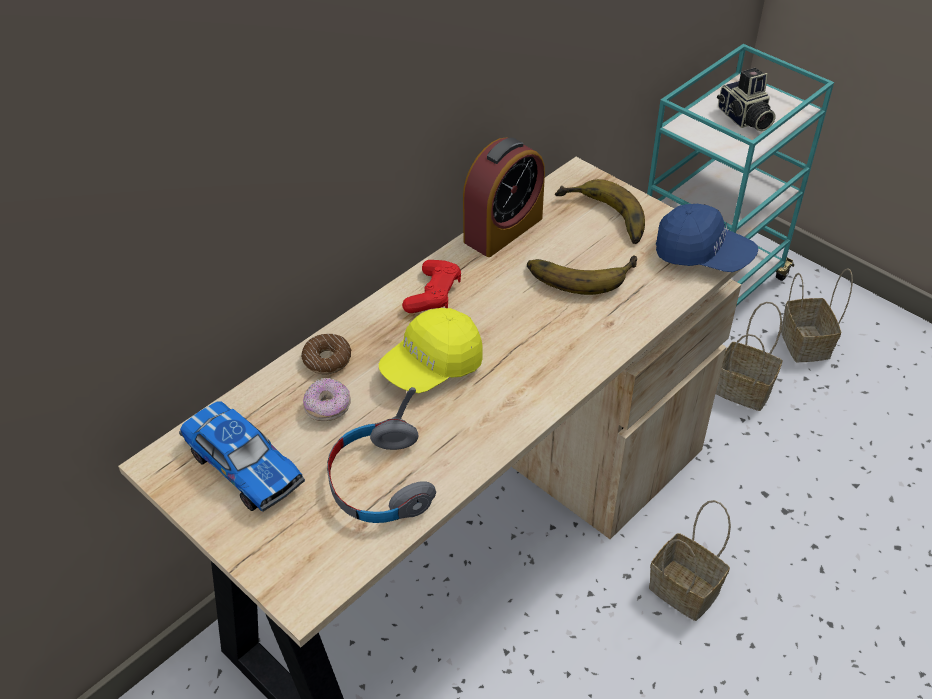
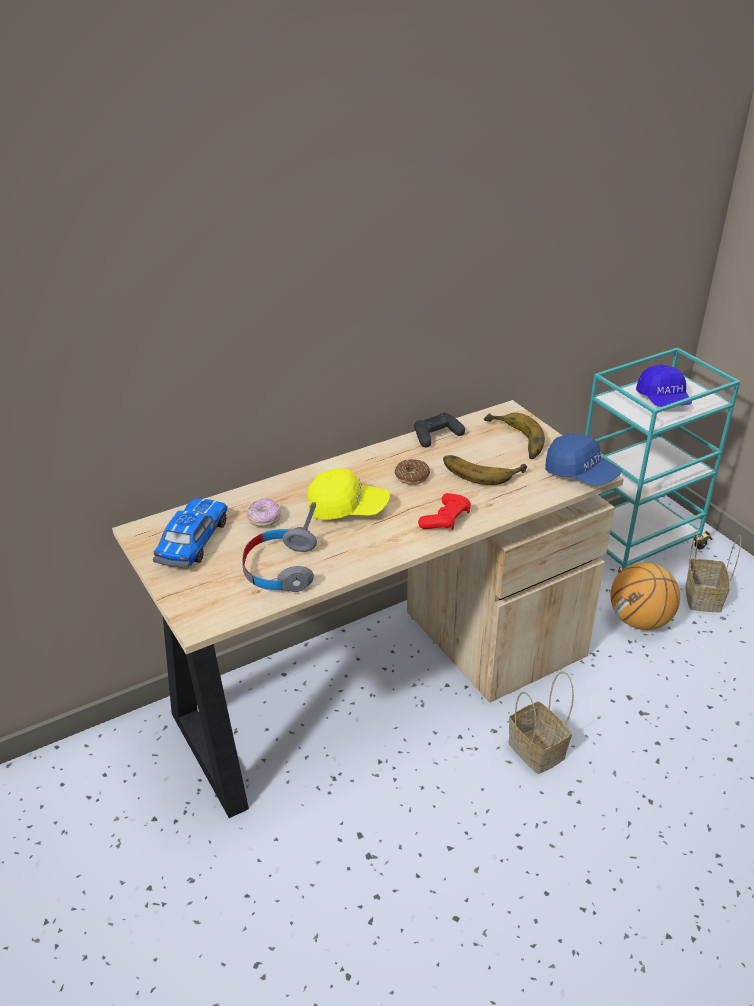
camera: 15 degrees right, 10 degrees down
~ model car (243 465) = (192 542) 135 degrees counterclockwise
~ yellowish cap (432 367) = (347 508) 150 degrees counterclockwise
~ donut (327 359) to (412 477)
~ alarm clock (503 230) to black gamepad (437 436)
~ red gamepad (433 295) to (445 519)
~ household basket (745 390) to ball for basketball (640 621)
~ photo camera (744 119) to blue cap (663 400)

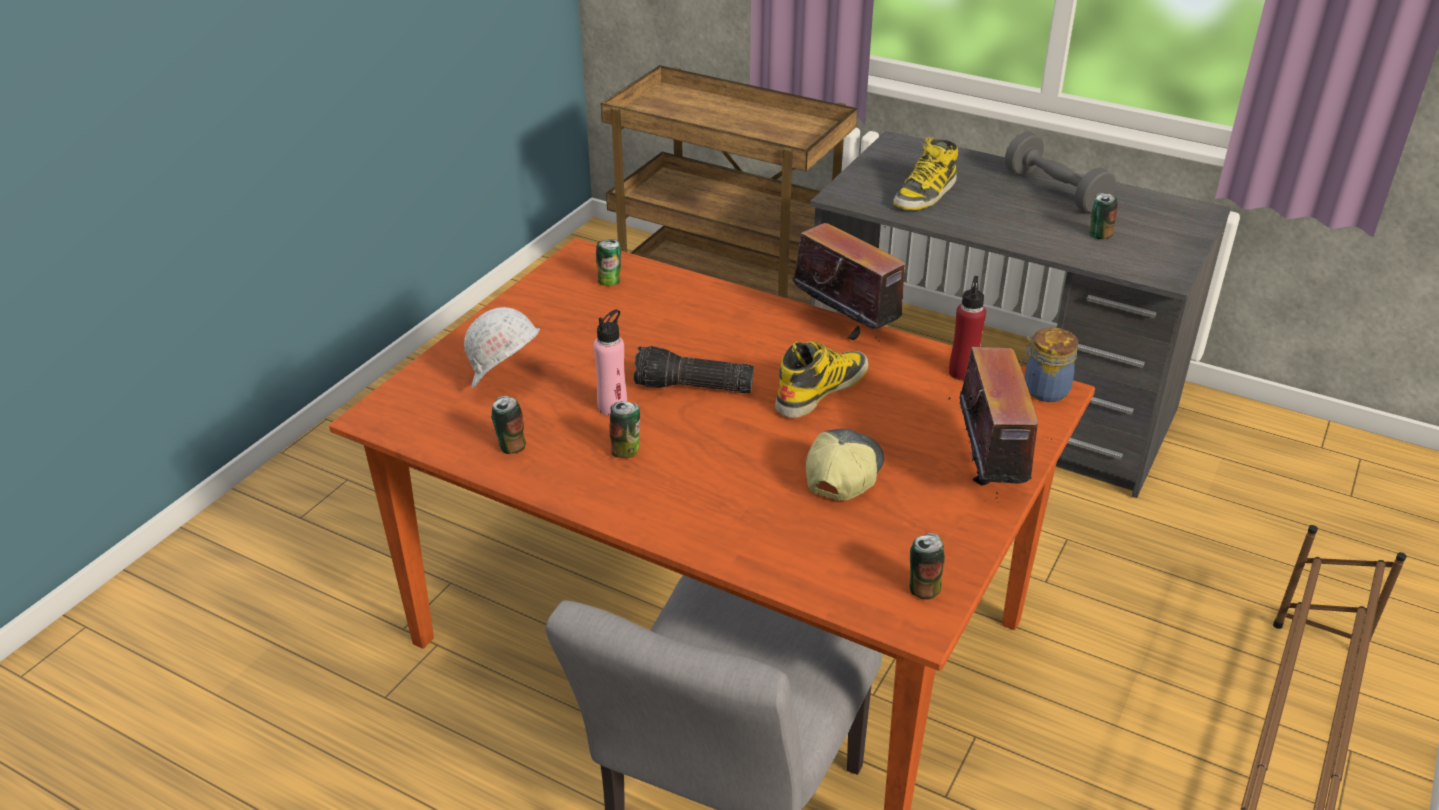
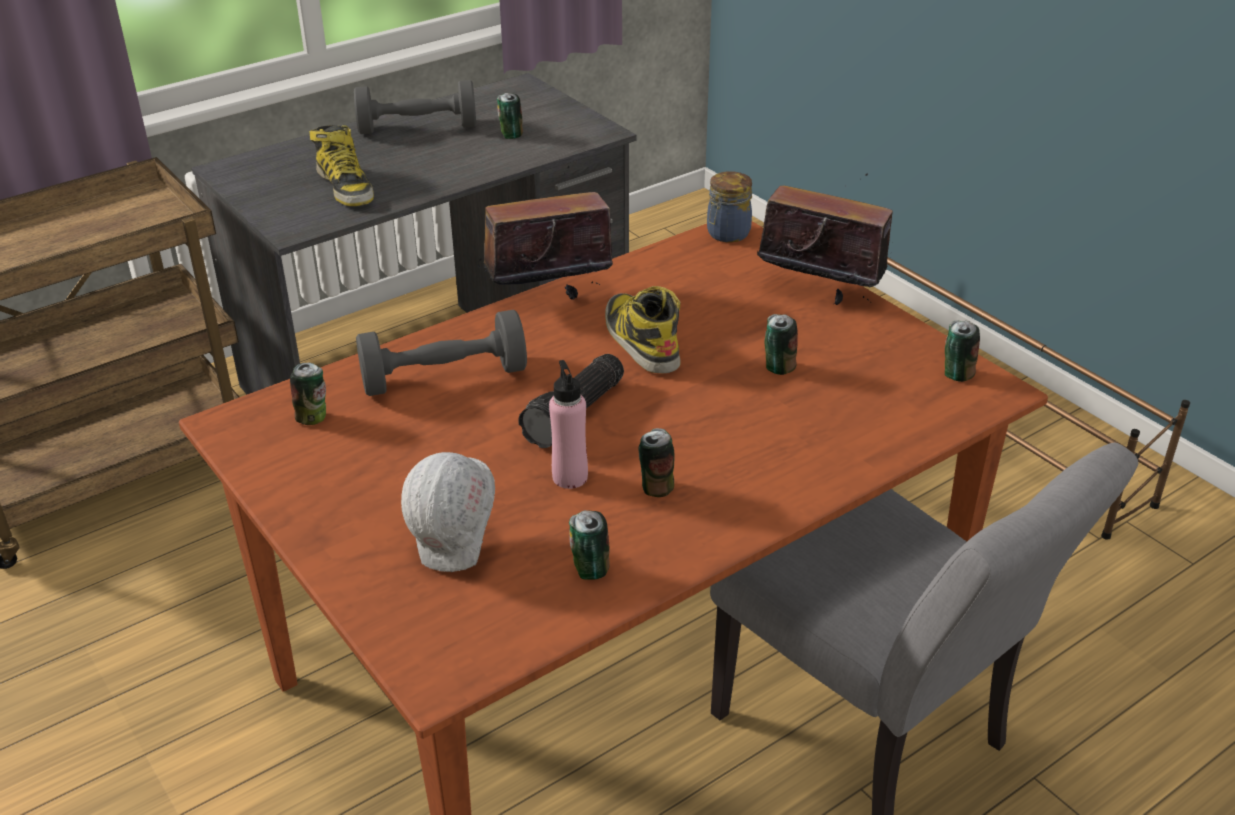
camera: 65 degrees left, 0 degrees up
+ gray hand weight (444 378)
~ cap (842 473) to metal can (778 367)
- red beverage bottle (963 372)

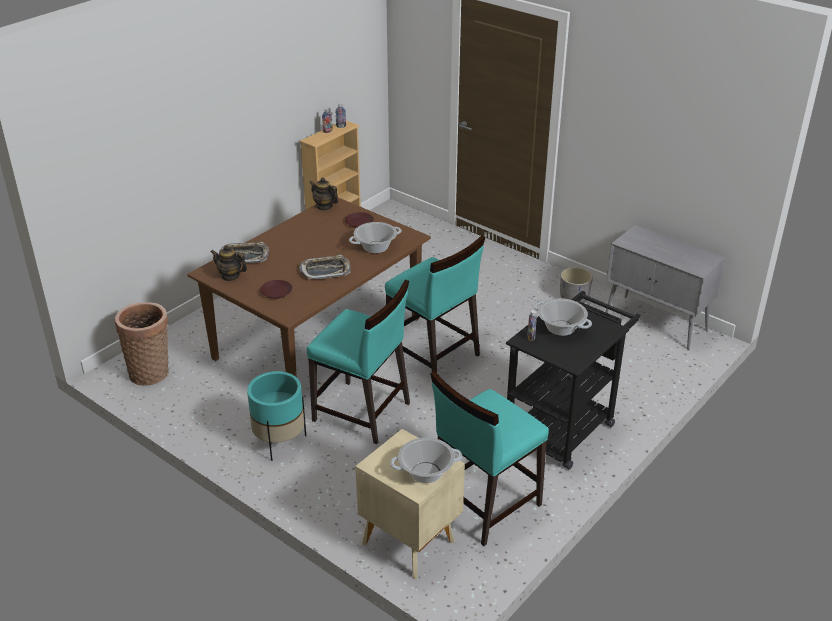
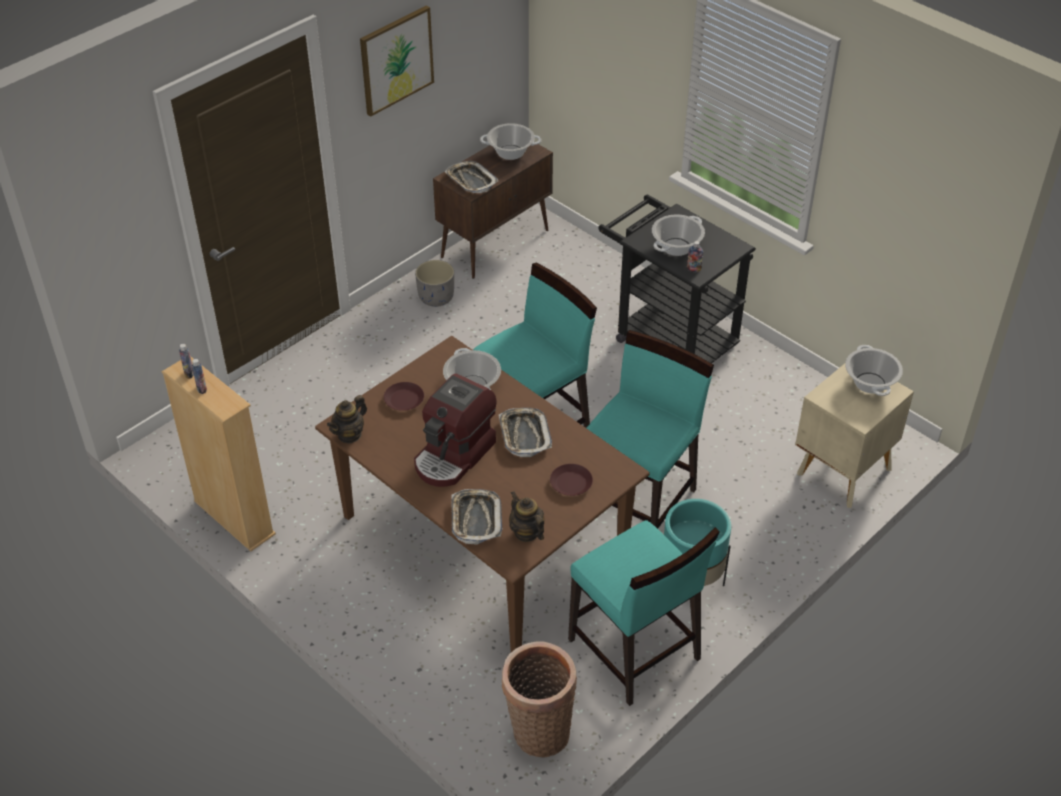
camera: 85 degrees left, 10 degrees up
+ wall art (396 60)
+ coffee brewer (454 456)
~ gray cabinet (656 323) to brown-coloured cabinet (496 243)
+ carrying tray (471 180)
+ cooking pot (510 152)
~ tea pot (230 276) = (526 532) 120 degrees clockwise
~ blue-green chair (484 503) to (634 650)

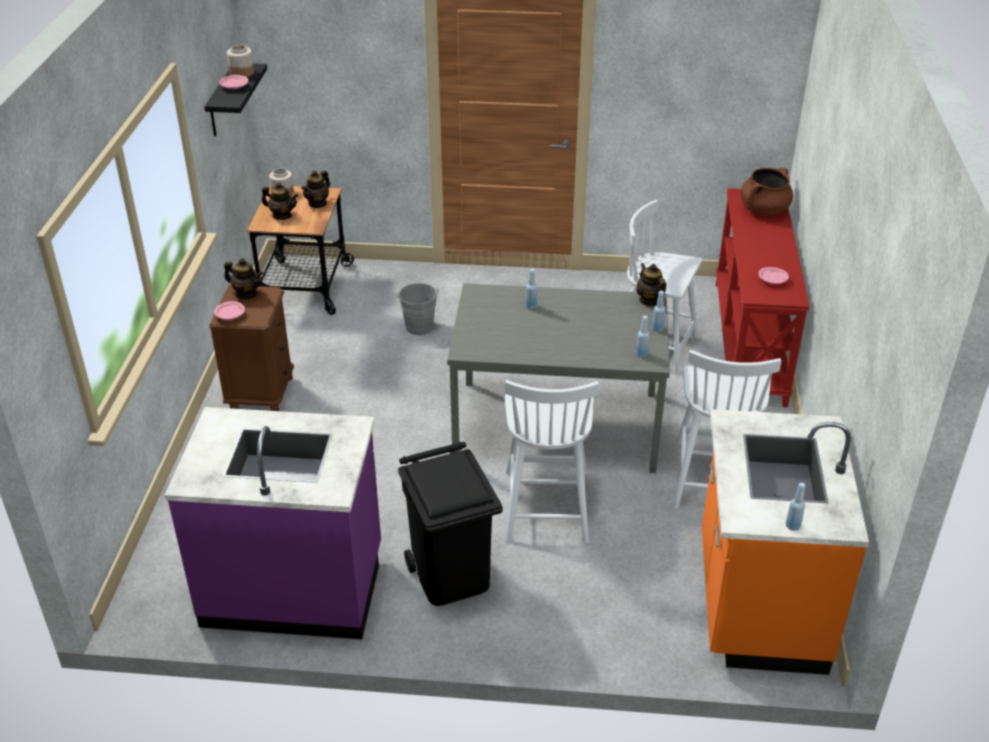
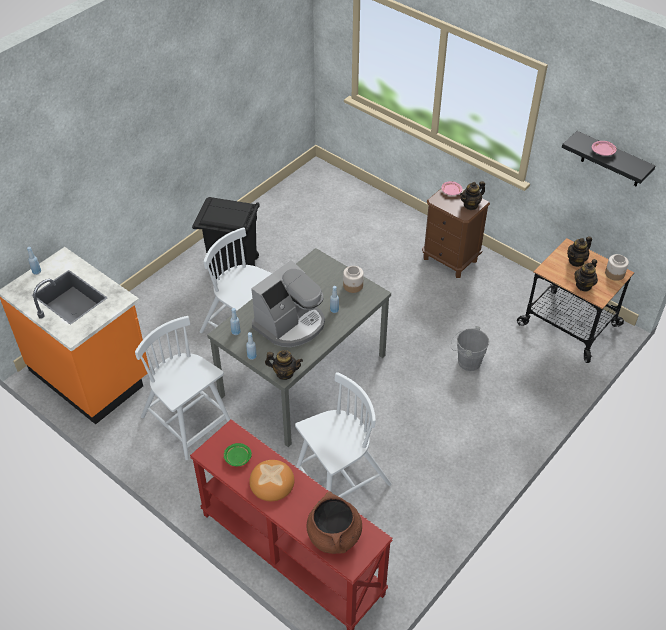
camera: 125 degrees right, 10 degrees up
~ pinkish plate (773 280) to green-coloured plate (237 457)
+ bread (272 482)
+ coffee brewer (290 324)
~ preserve jar (242 73) to (353 286)
~ tea pot (317 203) = (584 285) 120 degrees counterclockwise
- purple-coloured kitchen base unit (294 587)

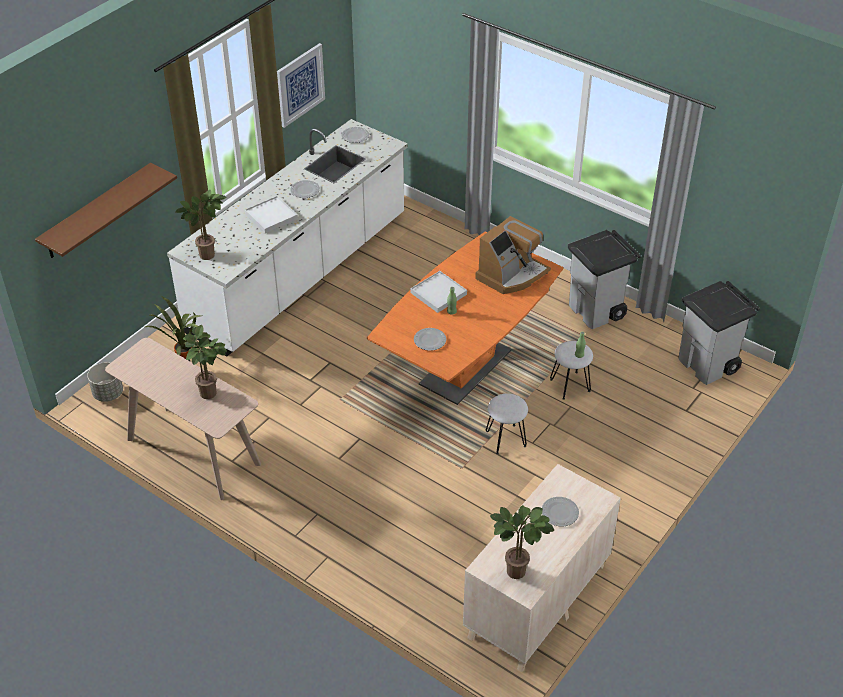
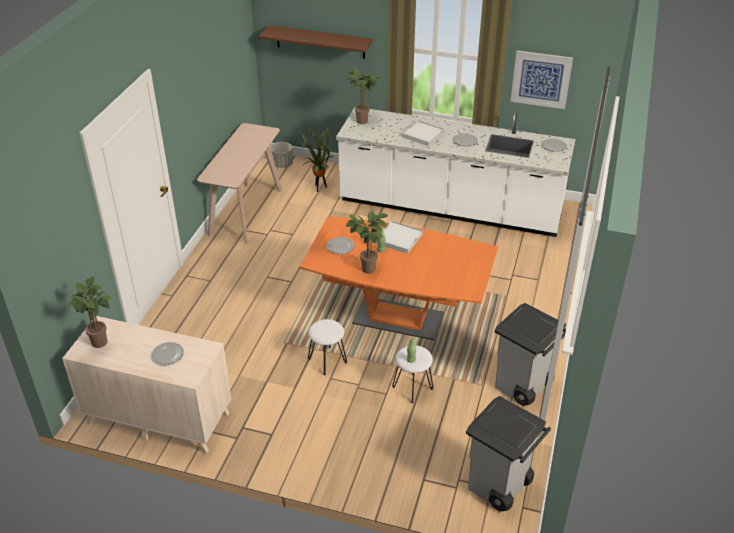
camera: 70 degrees right, 5 degrees down
~ houseplant (210 394) to (368 270)
- coffee brewer (511 275)

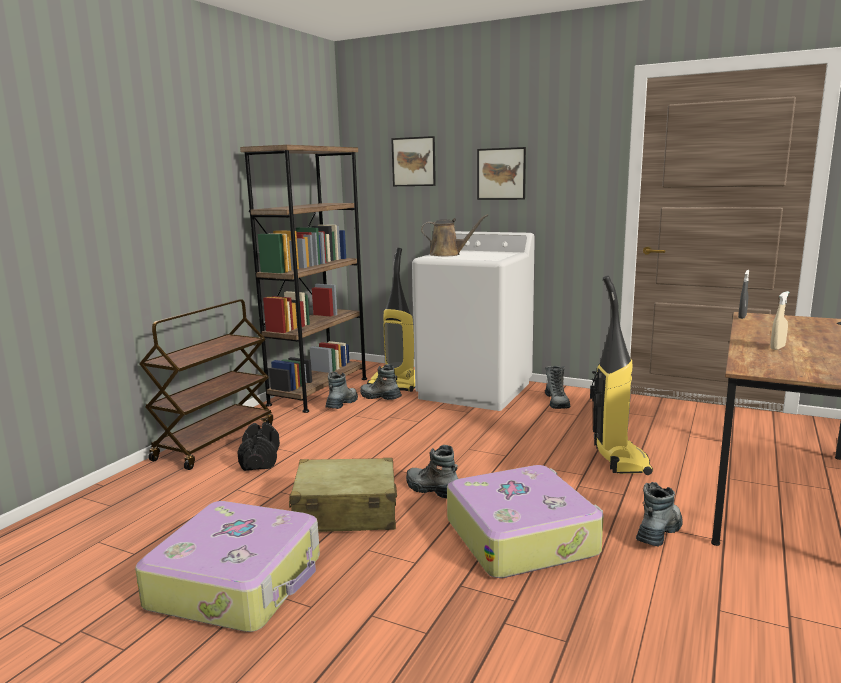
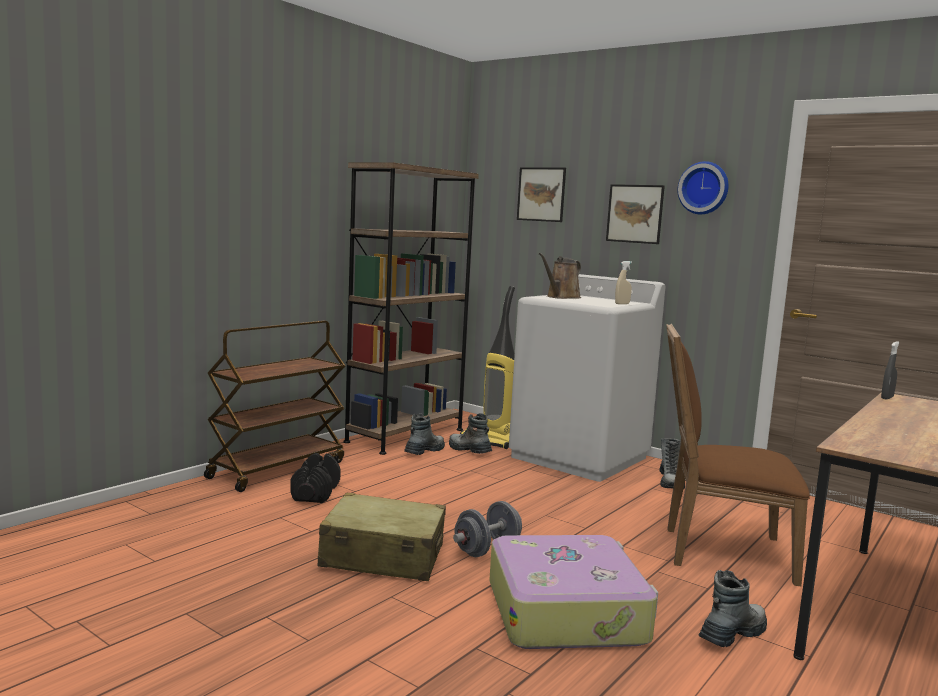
camera: 10 degrees right, 5 degrees down
~ high-top boot (433 490) to gray hand weight (487 550)
~ brown-coloured sprinkling can (448 254) = (561 297) 105 degrees clockwise
~ beige-coloured spray bottle (777 348) to (622 304)
~ hoover (619 460) to brown-coloured chair (719 552)
+ hanging clock (704 188)
- piece of luggage (238 582)

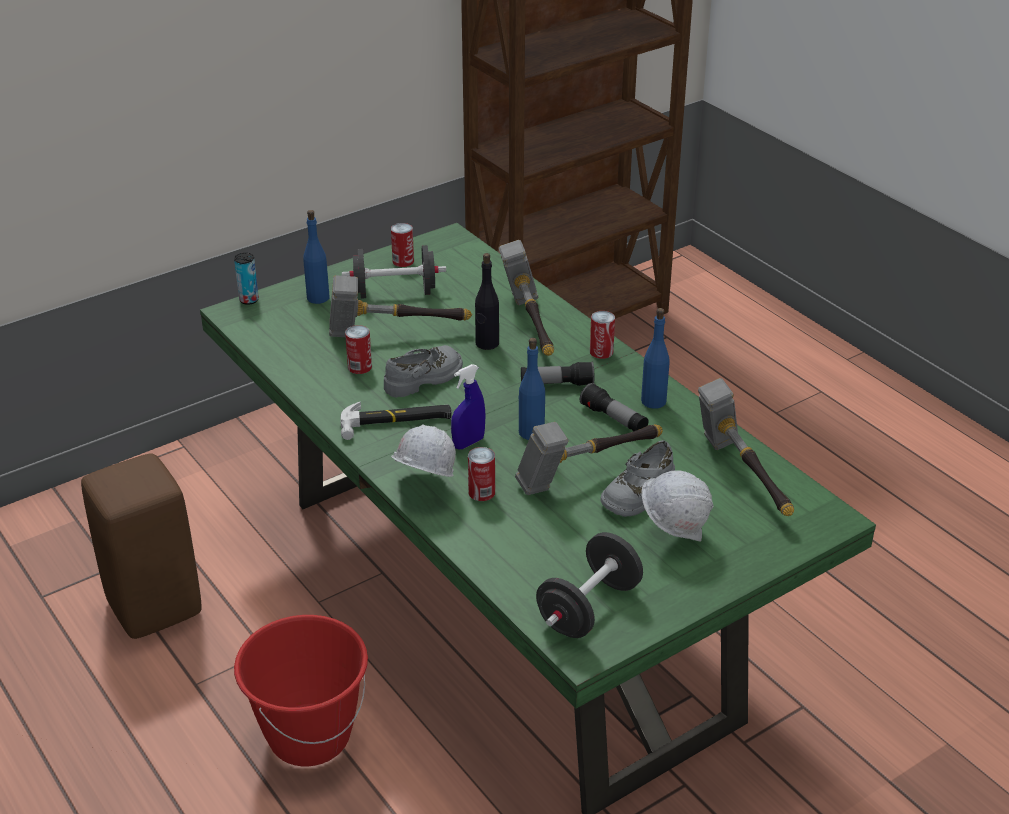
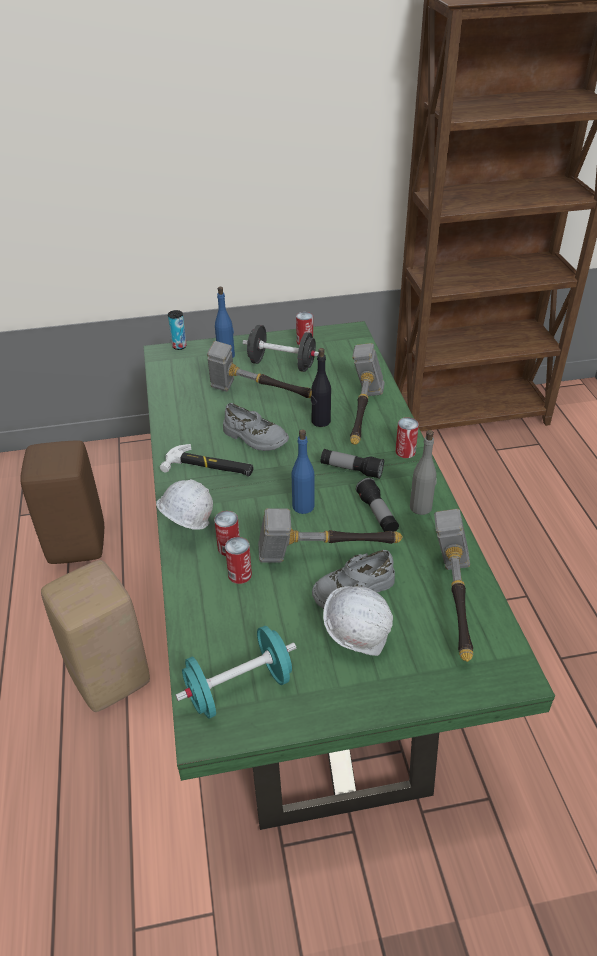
camera: 25 degrees right, 5 degrees up
~ red bucket (309 736) to beige-coloured stool seat (111 677)
~ black hand weight (589 608) to blue-green hand weight (239 688)
~ gray shoe (424 379) = (254 438) 45 degrees clockwise
~ metal can (359 367) to (239 574)
~ blue beverage bottle (654 401) to gray beverage bottle (421 507)
- blue spray bottle (468 443)

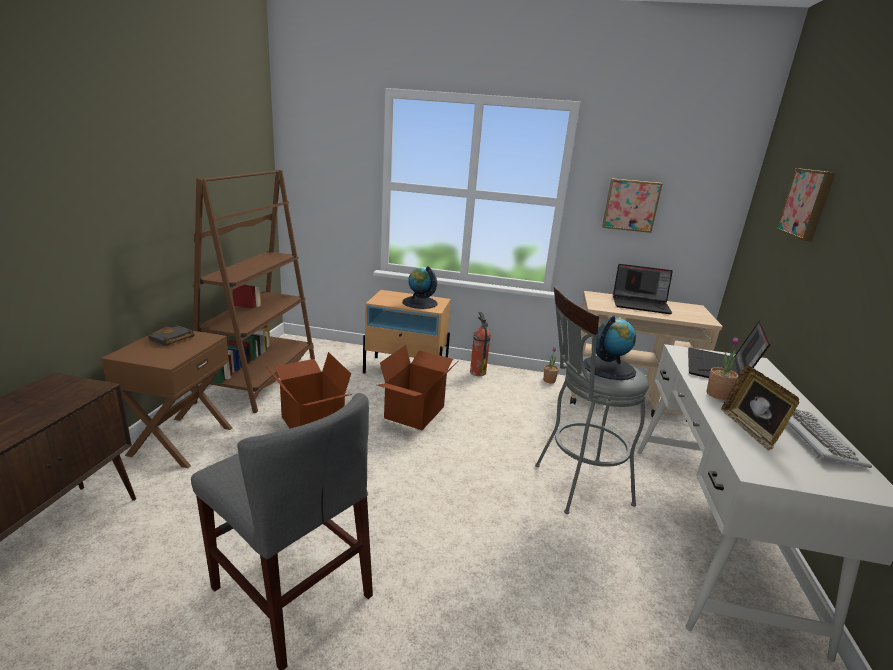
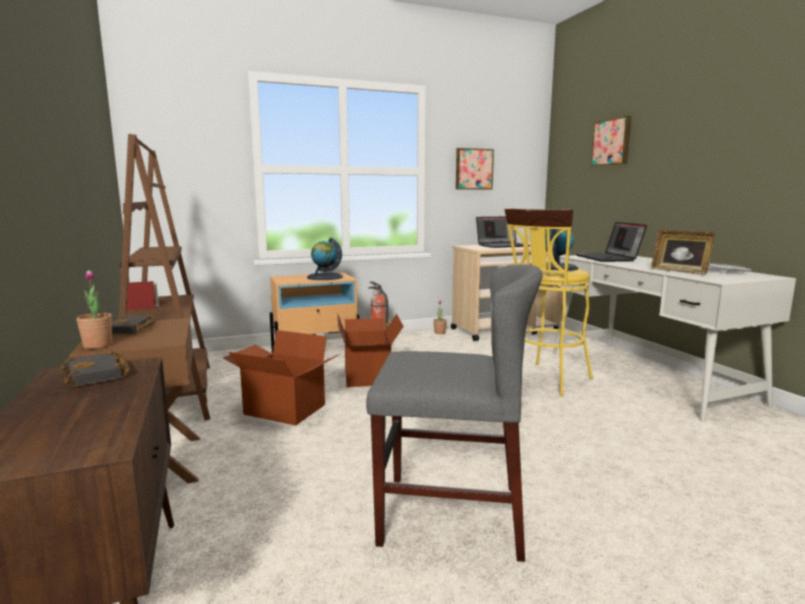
camera: 30 degrees left, 10 degrees down
+ black book (99 374)
~ houseplant (717 395) to (98 345)
~ gray stool seat (575 485) to yellowish stool seat (544 380)

